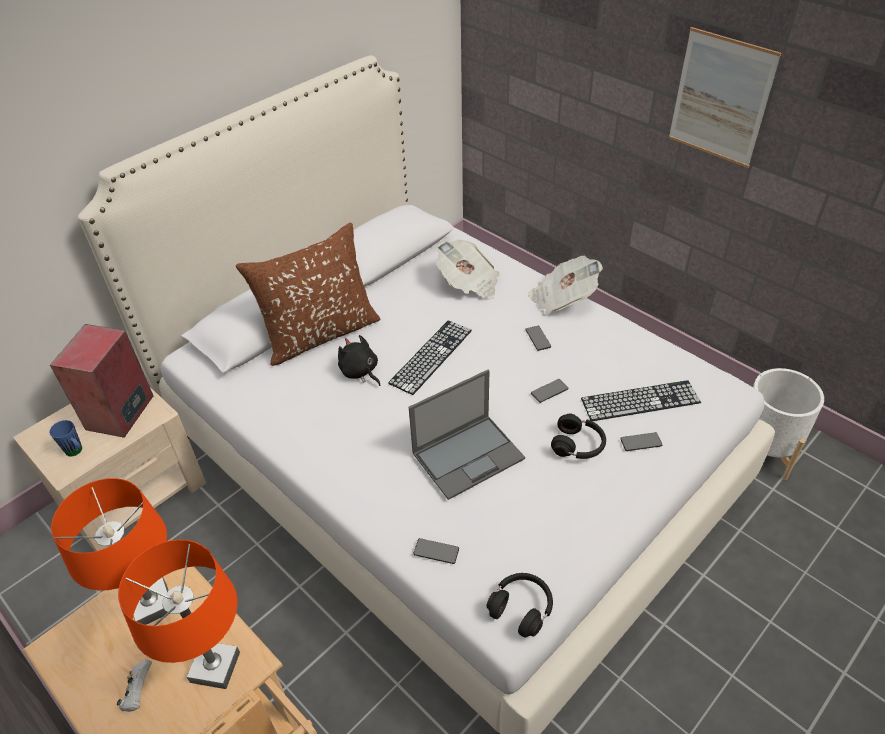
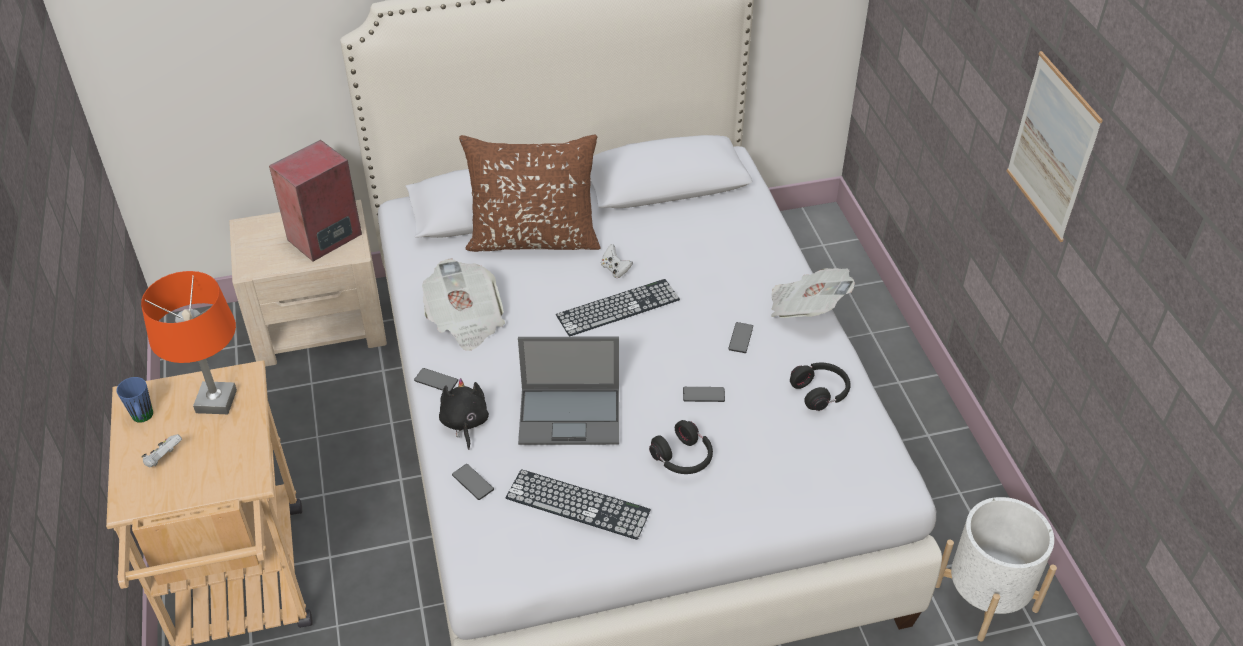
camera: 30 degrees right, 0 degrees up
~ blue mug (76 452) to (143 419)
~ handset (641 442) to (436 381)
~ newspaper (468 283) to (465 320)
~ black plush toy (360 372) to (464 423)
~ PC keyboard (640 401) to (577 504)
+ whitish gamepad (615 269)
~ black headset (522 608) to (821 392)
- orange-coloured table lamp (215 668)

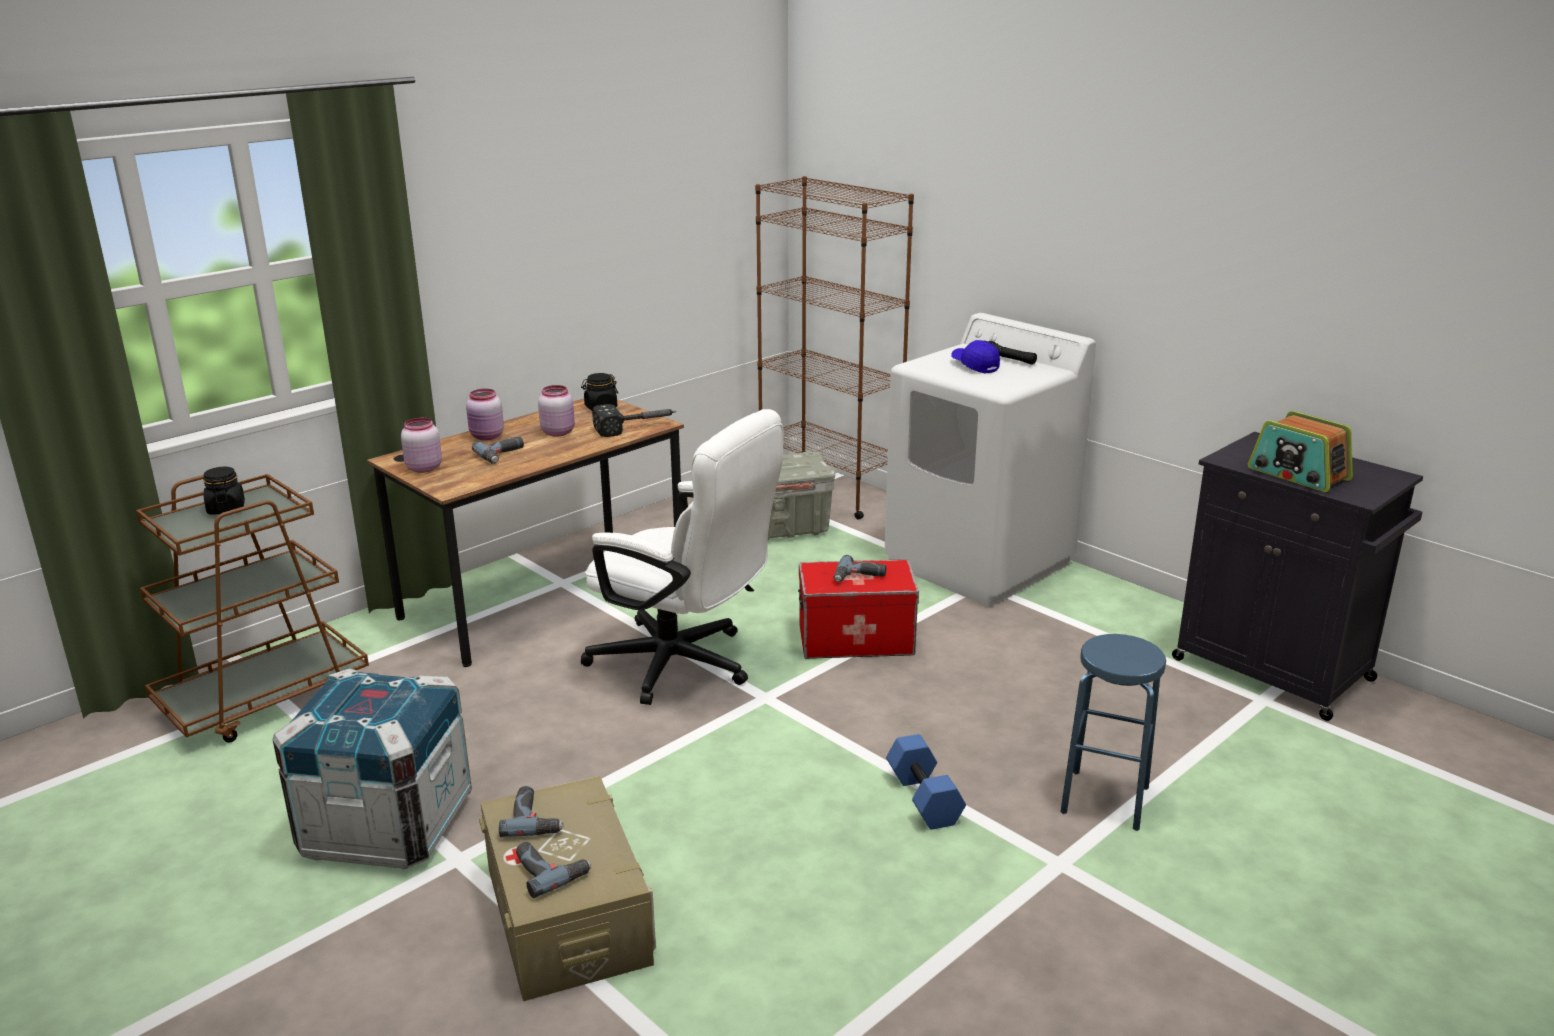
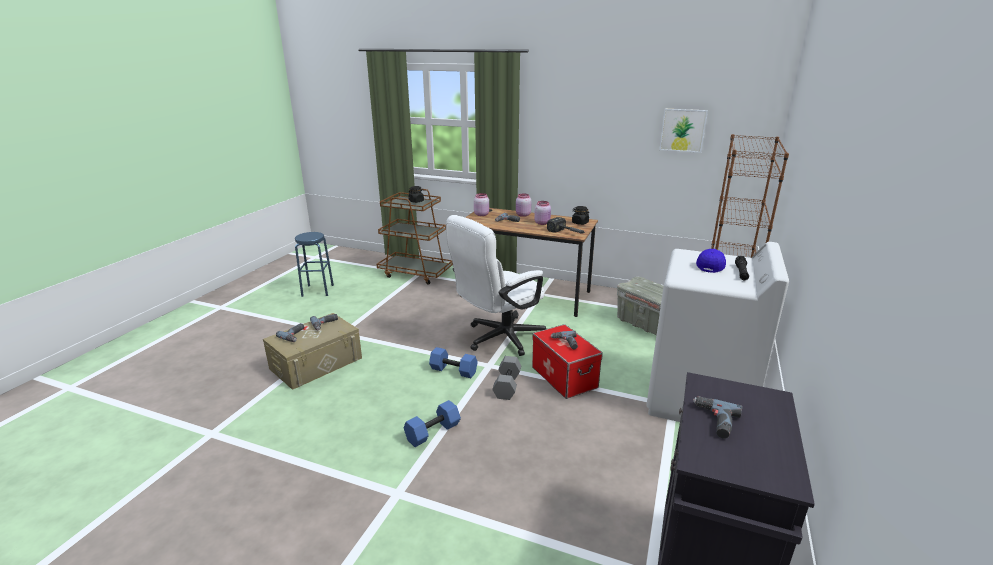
camera: 65 degrees right, 0 degrees up
~ blue stool seat (1105 800) to (317 290)
+ blue hand weight (454 370)
~ whitish computer chair (684 666) = (498 339) 45 degrees clockwise
+ gray hand weight (506 385)
+ wall art (683 130)
~ radio (1298 474) to drill (714 421)
- crate (387 826)

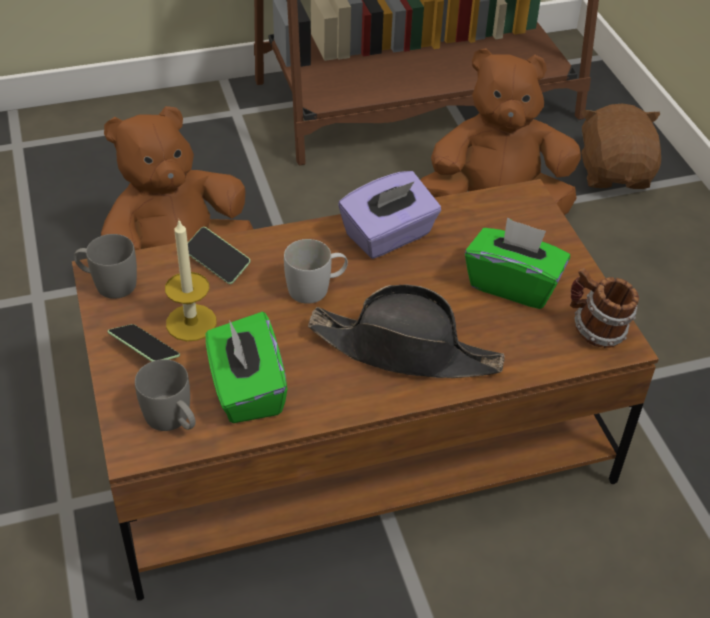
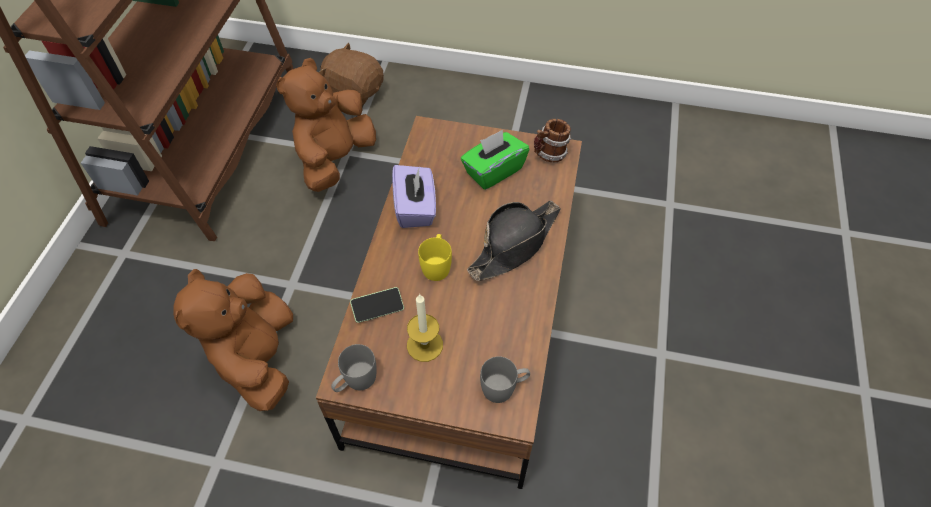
camera: 60 degrees left, 10 degrees up
~ whitish mug (316 288) to yellowish mug (437 264)
- handset (144 350)
- green-coloured box of tissues (246 390)

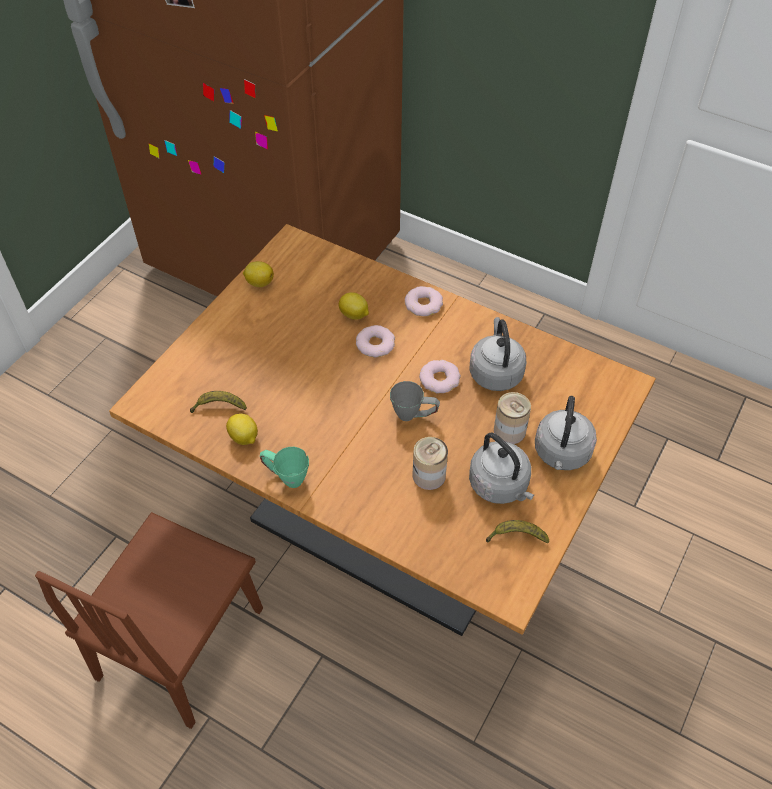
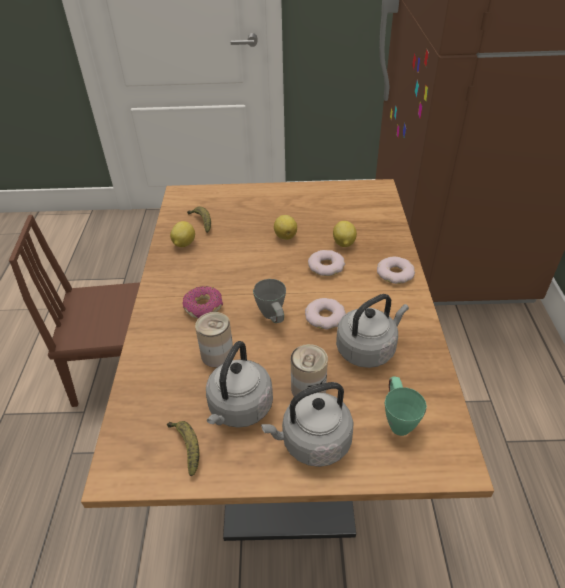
camera: 60 degrees right, 10 degrees down
+ donut (204 307)
~ citrus fruit (259 282) to (285 236)
~ green-coloured mug (286 477) to (397 419)

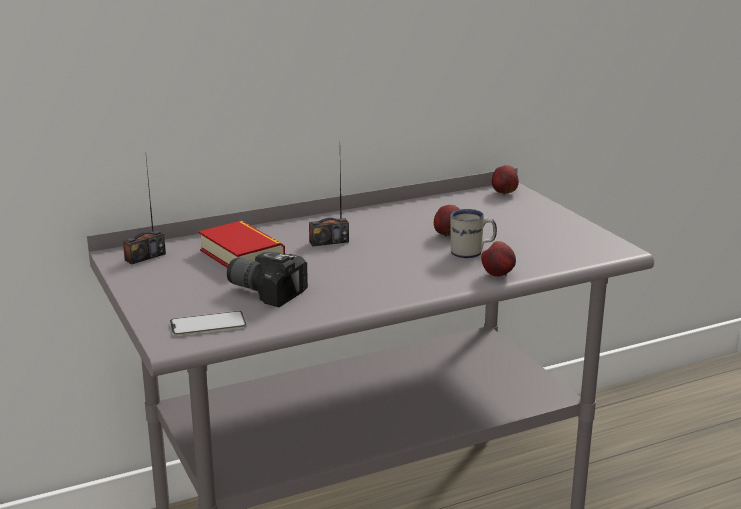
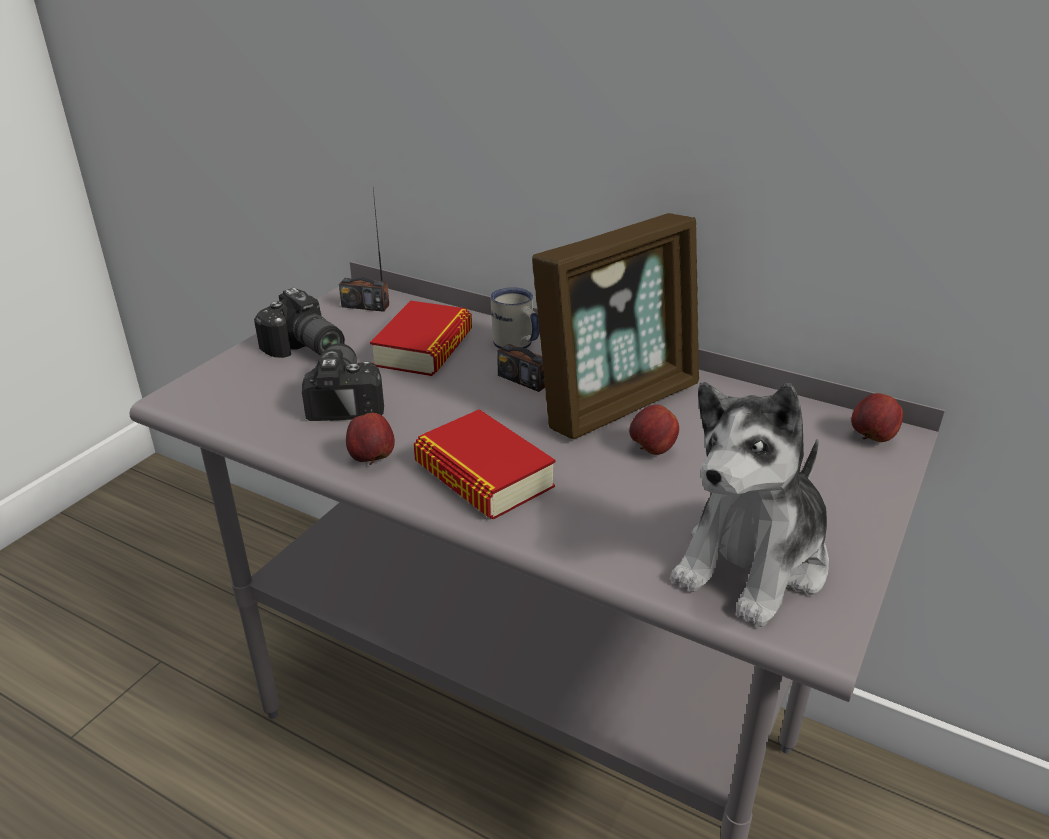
camera: 55 degrees right, 10 degrees up
+ photo camera (304 349)
~ whole apple (498 275) to (372 459)
+ book (483 475)
~ whitish mug (472 253) to (516 346)
+ standing frame (617 401)
+ plush toy (754 563)
- handset (208 324)

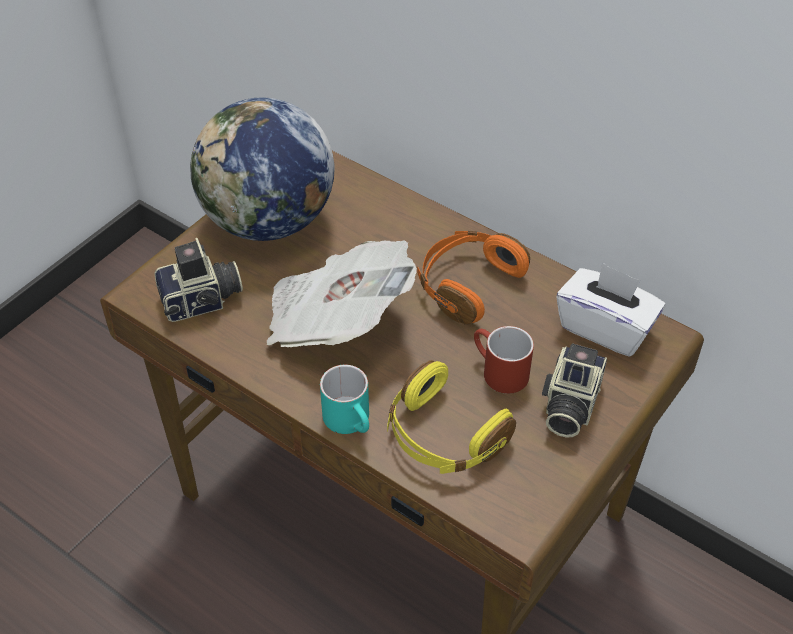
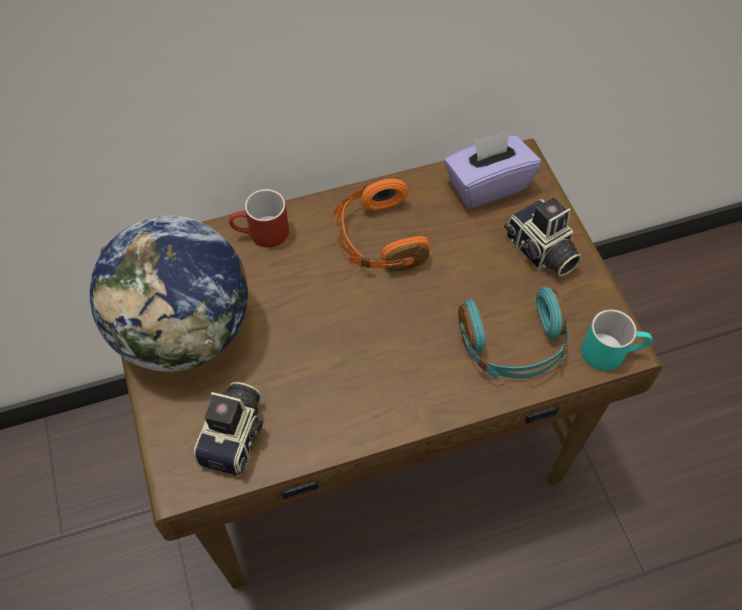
camera: 55 degrees left, 10 degrees up
~ red mug (497 372) to (261 234)
~ whitish box of tissues (605 328) to purple-coloured box of tissues (487 185)
~ yellowish headset (443 436) to blue-green headset (513 346)
~ blue-green mug (352 421) to (611 351)
- newspaper (337 320)

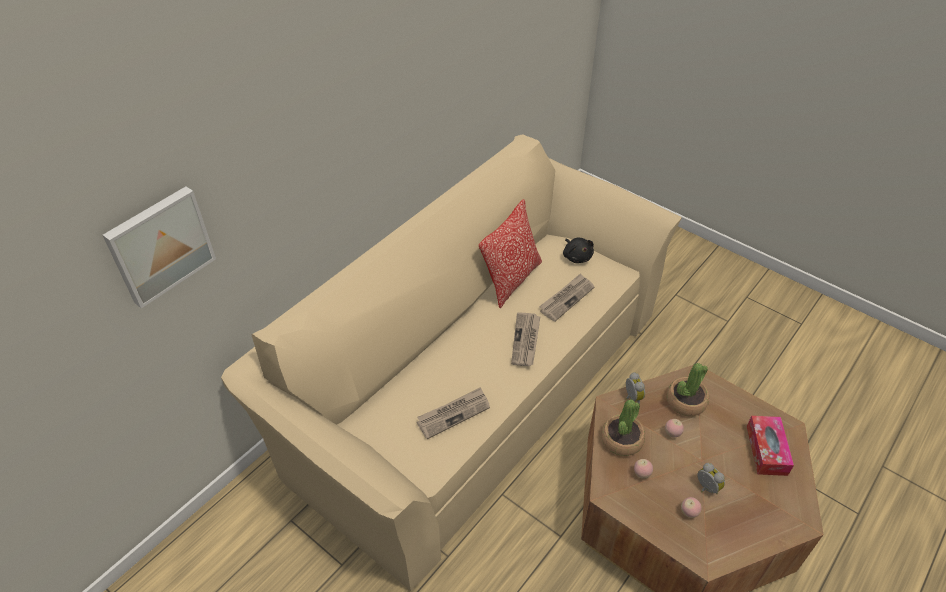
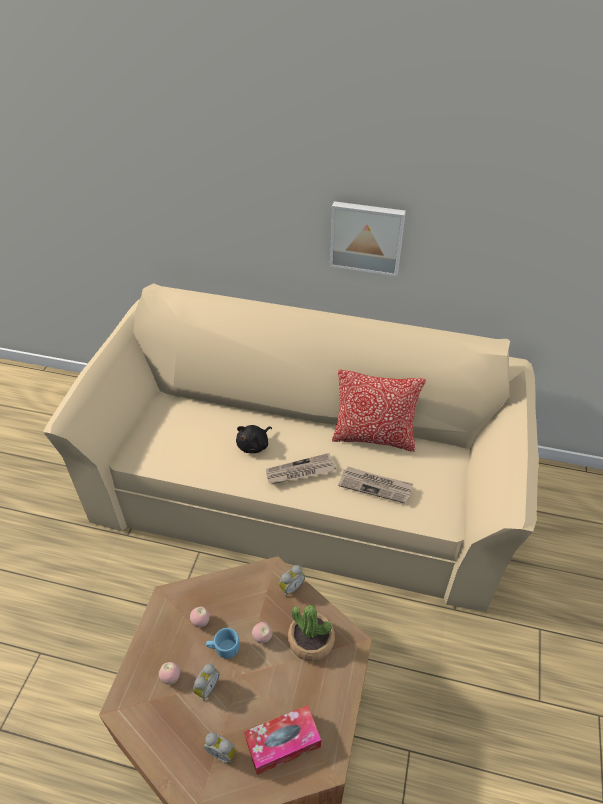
camera: 65 degrees right, 0 degrees up
+ alarm clock (222 752)
+ blue mug (224 648)
~ black plush toy (577 256) to (254 445)
~ wall art (159 245) to (366 237)
- newspaper (453 414)
- houseplant (622 440)

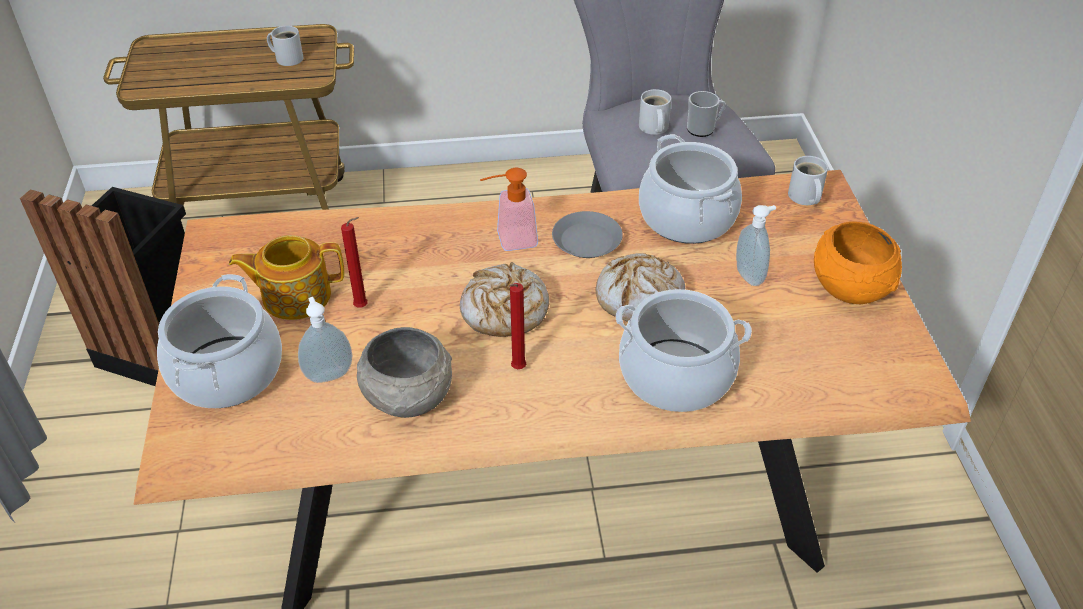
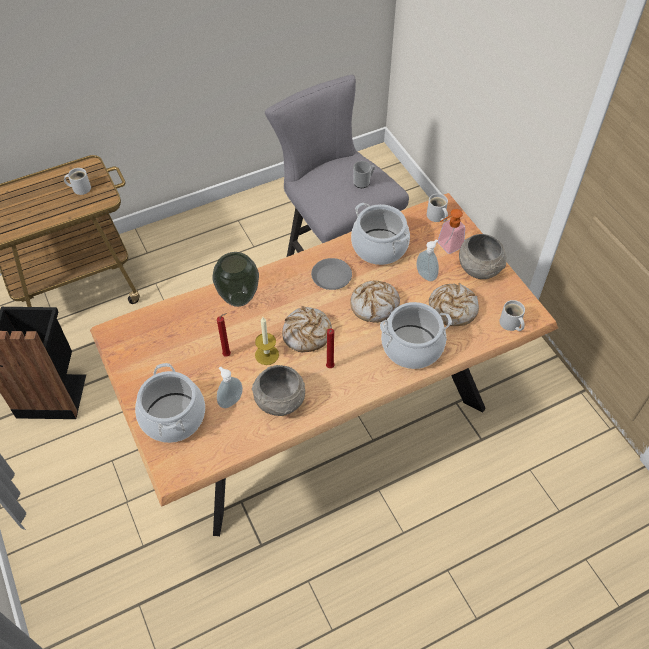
camera: 20 degrees left, 10 degrees up
+ vase (238 299)
+ wax candle (267 355)
+ bread (452 309)
~ soap bottle (509 240) to (446 247)
~ orange-coloured deep dish (850 287) to gray deep dish (479 268)
~ whitish mug (653 128) to (510 324)
- tea pot (295 296)

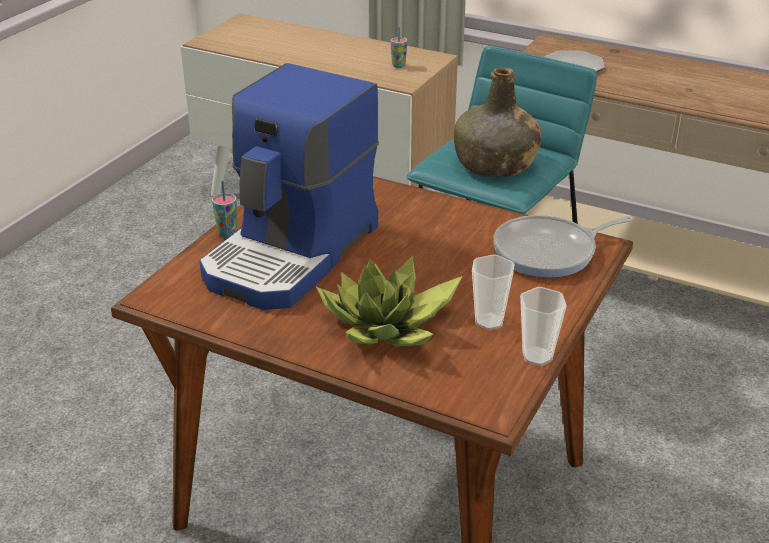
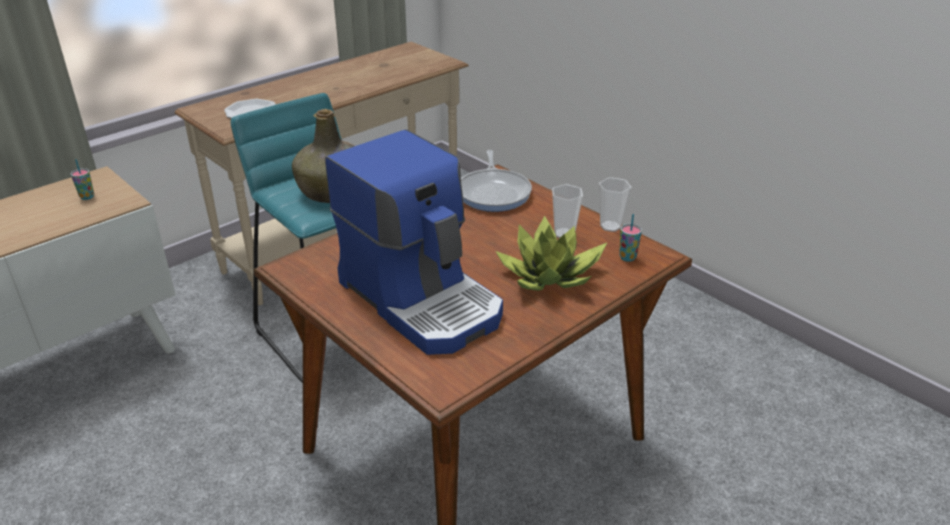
camera: 70 degrees left, 0 degrees up
~ small cup (227 232) to (627 257)

